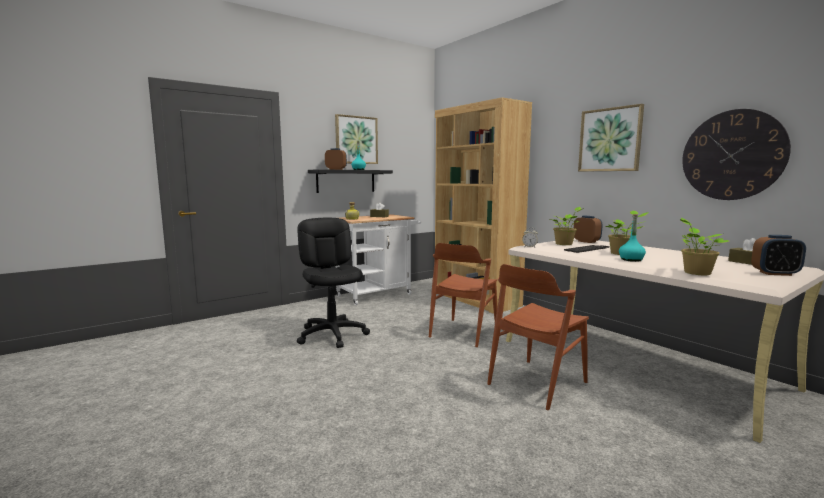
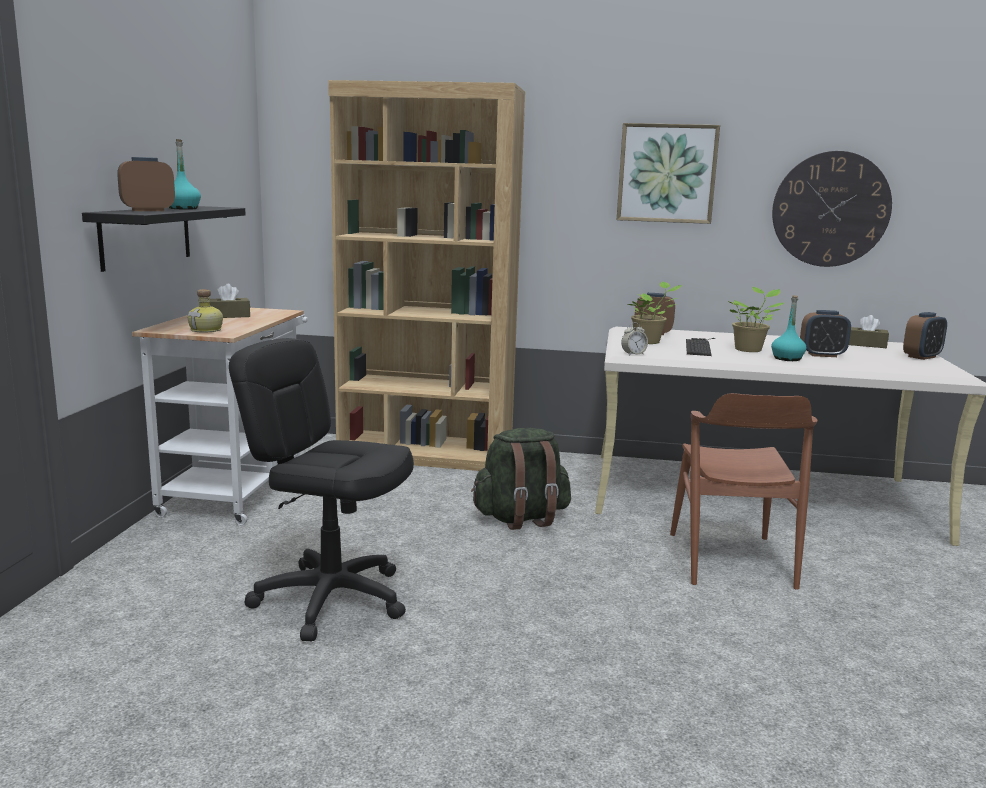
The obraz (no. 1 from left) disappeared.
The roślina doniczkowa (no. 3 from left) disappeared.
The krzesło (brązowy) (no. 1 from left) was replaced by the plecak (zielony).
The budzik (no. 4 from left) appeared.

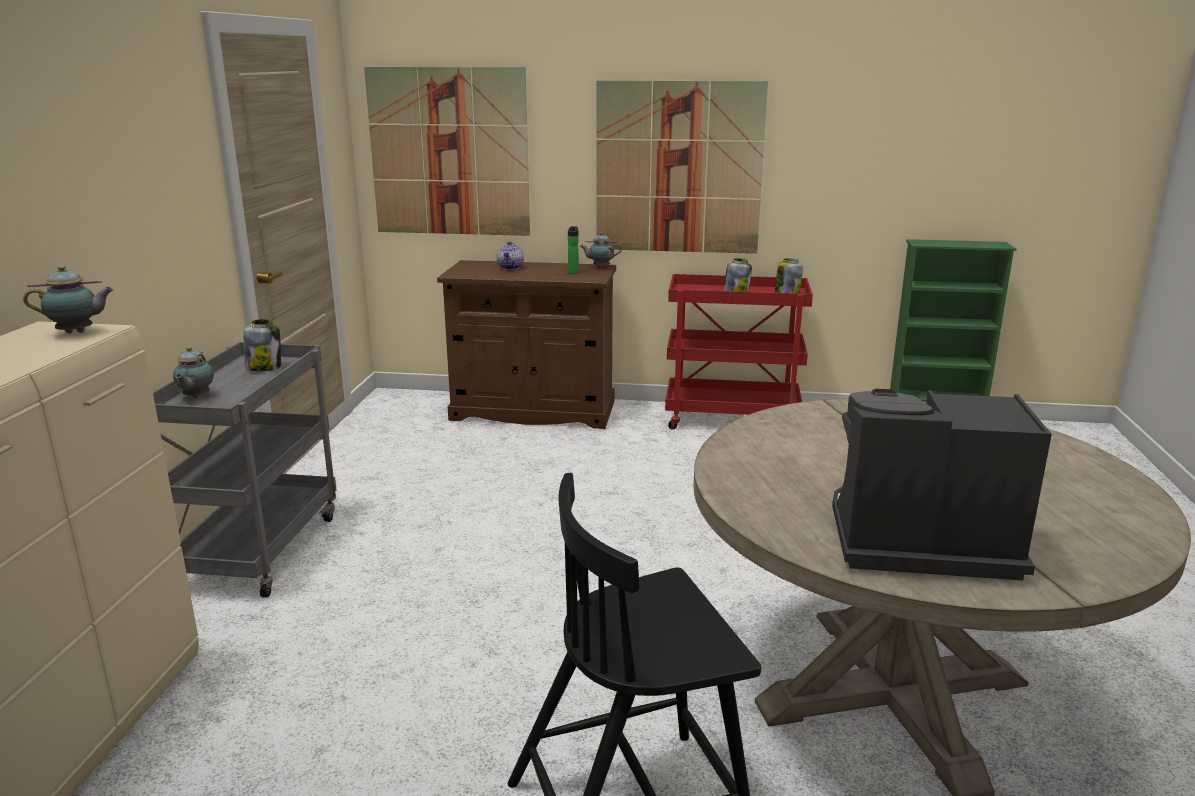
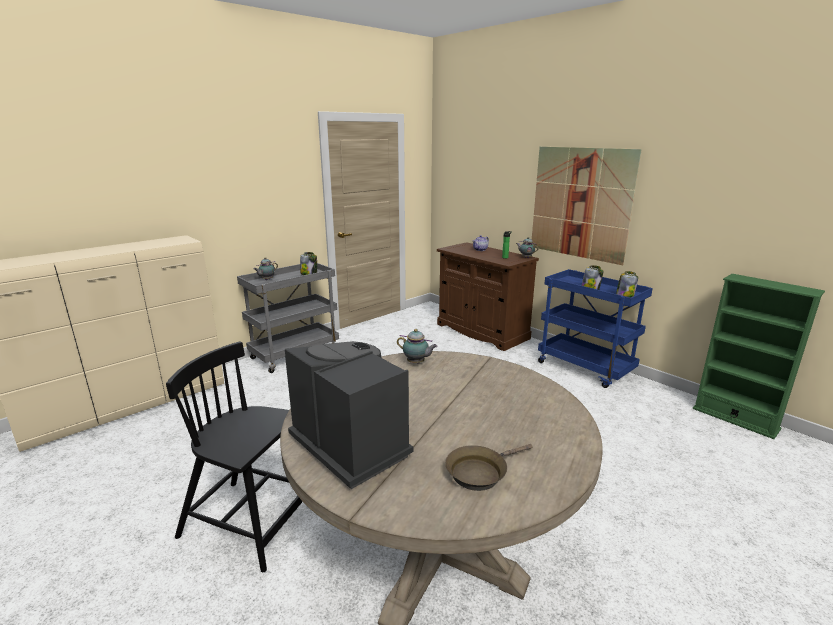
The obraz (no. 1 from left) disappeared.
The imbryk (no. 1 from left in the first image) moved.
The wózek (czerwony) became the wózek (niebieski).
The patelnia (brązowy) appeared.

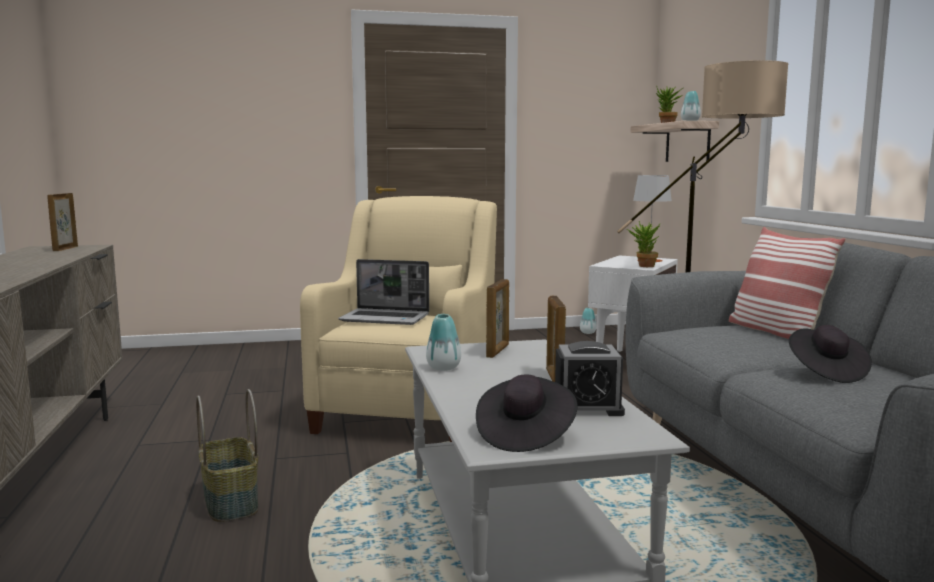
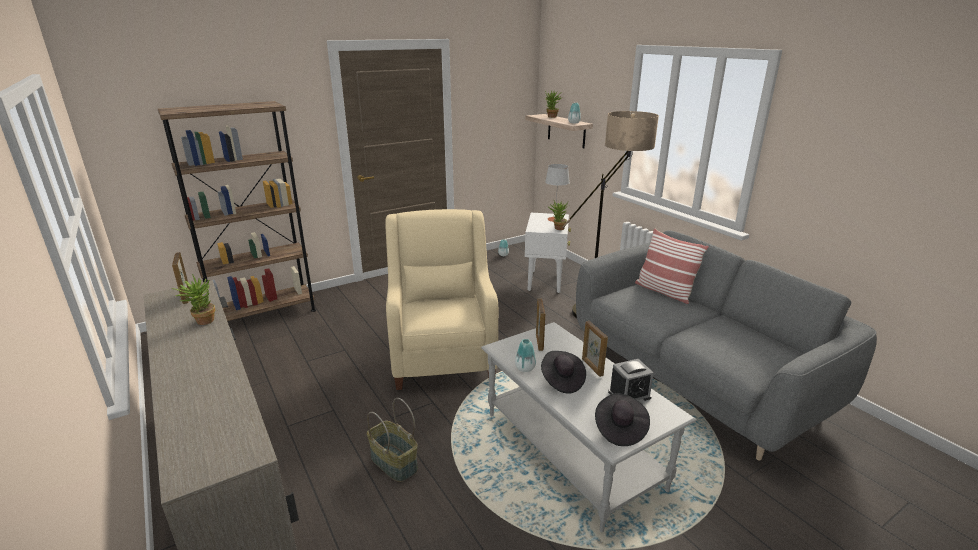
The laptop disappeared.
The kapelusz (czarny) (no. 2 from left in the first image) moved.
The regał (brązowy) appeared.
The roślina doniczkowa (no. 1 from left) appeared.

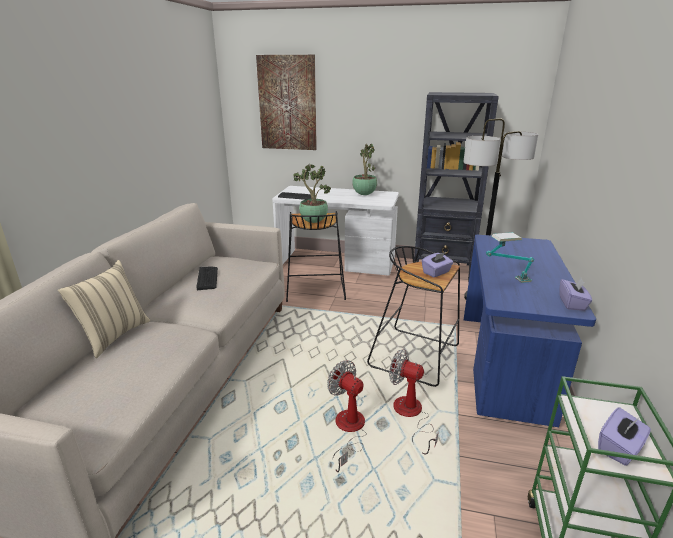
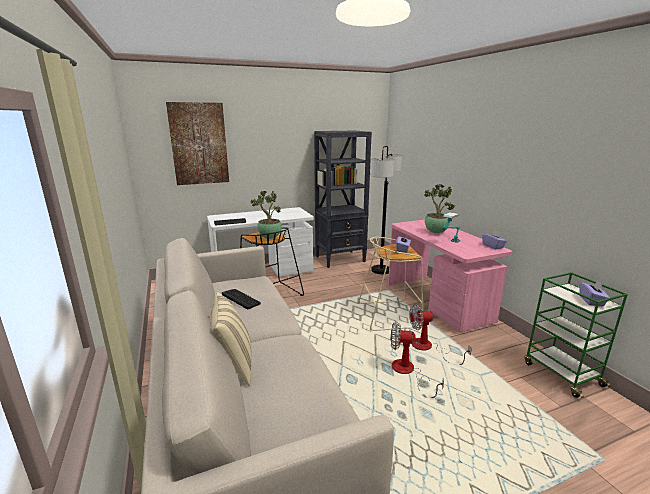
The roślina doniczkowa (no. 2 from left) moved.
The biurko (niebieski) became the biurko (różowy).
The stołek (czarny) (no. 2 from left) became the stołek (beżowy).

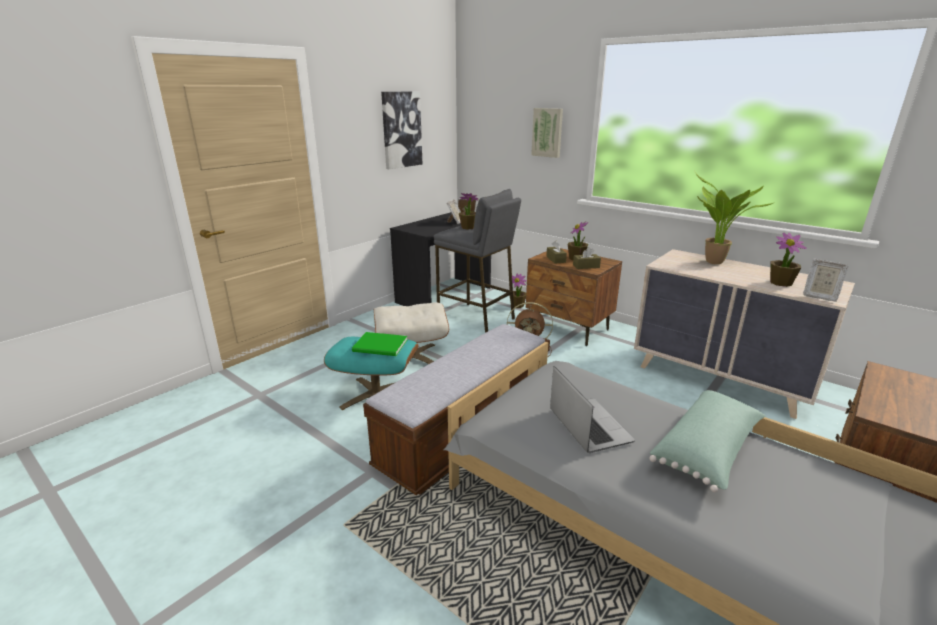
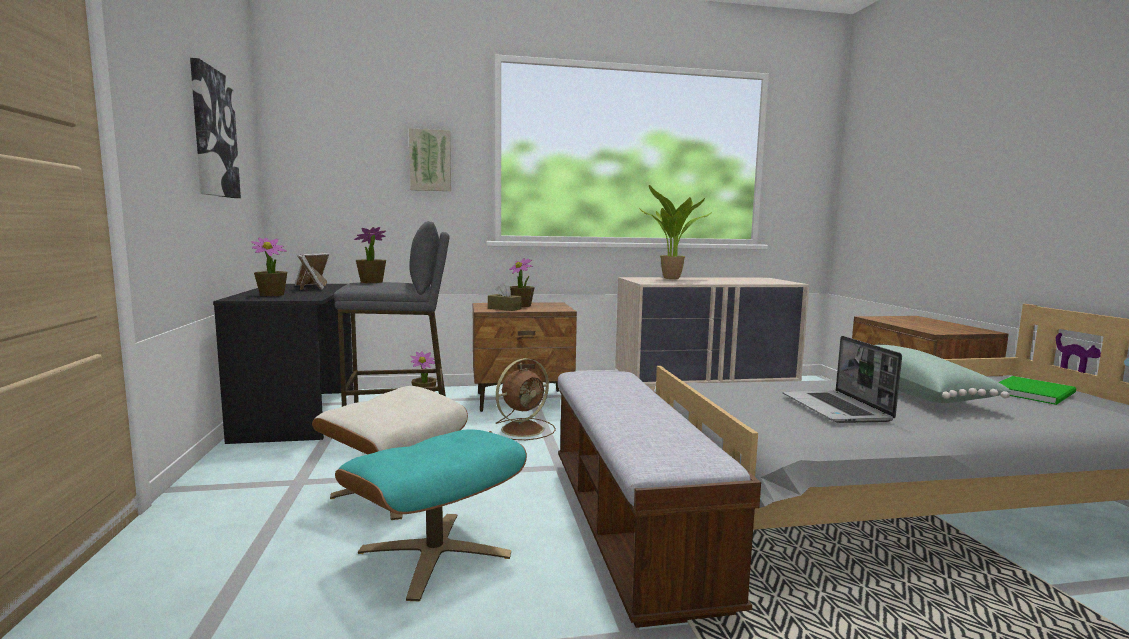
The roślina doniczkowa (no. 5 from left in the first image) moved.
The pudełko chusteczek (brązowy) (no. 2 from left) disappeared.
The ramka na zdjęcie (no. 3 from left) disappeared.
The książka (zielony) moved.
The laptop turned 120 degrees counterclockwise.

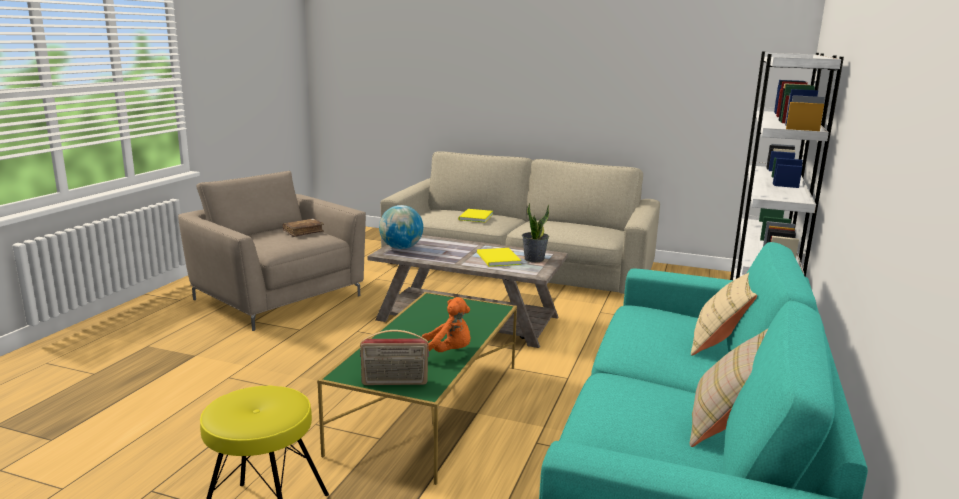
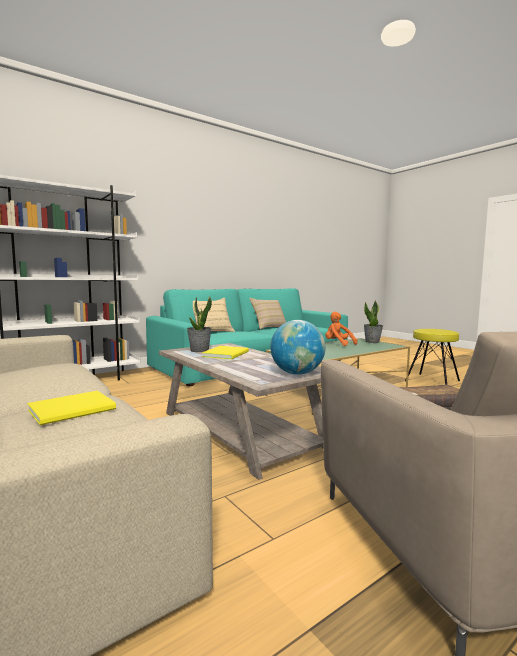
The radio was replaced by the roślina doniczkowa (no. 2 from left).

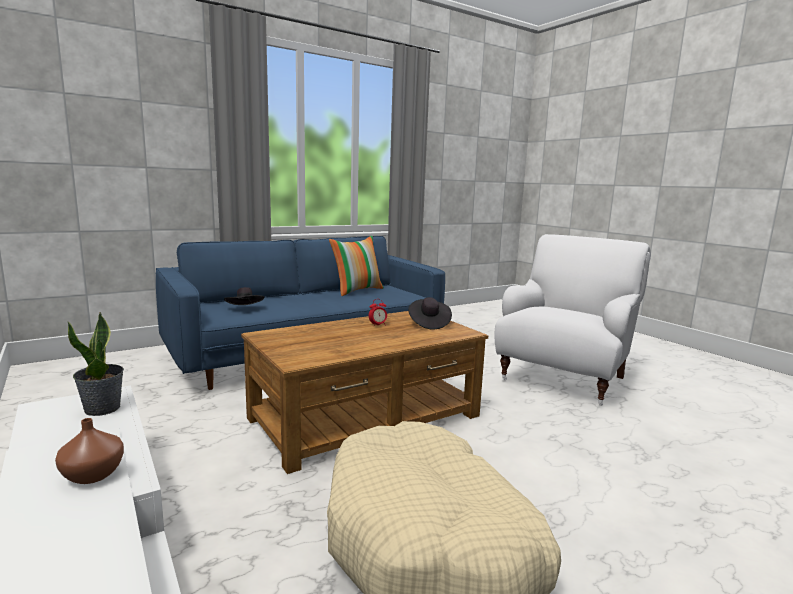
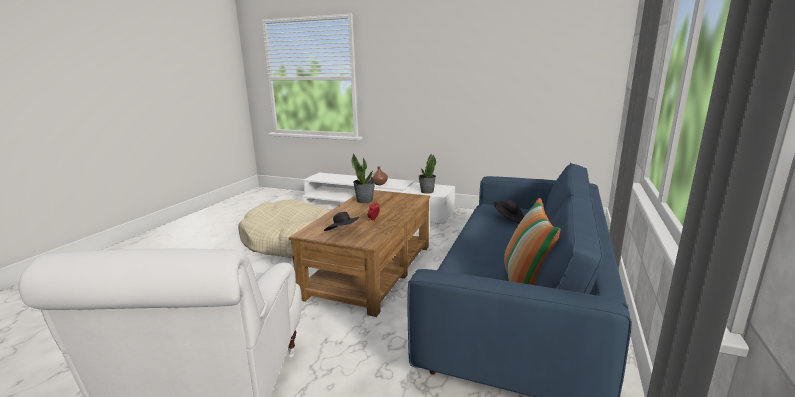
The roślina doniczkowa (no. 1 from left) appeared.

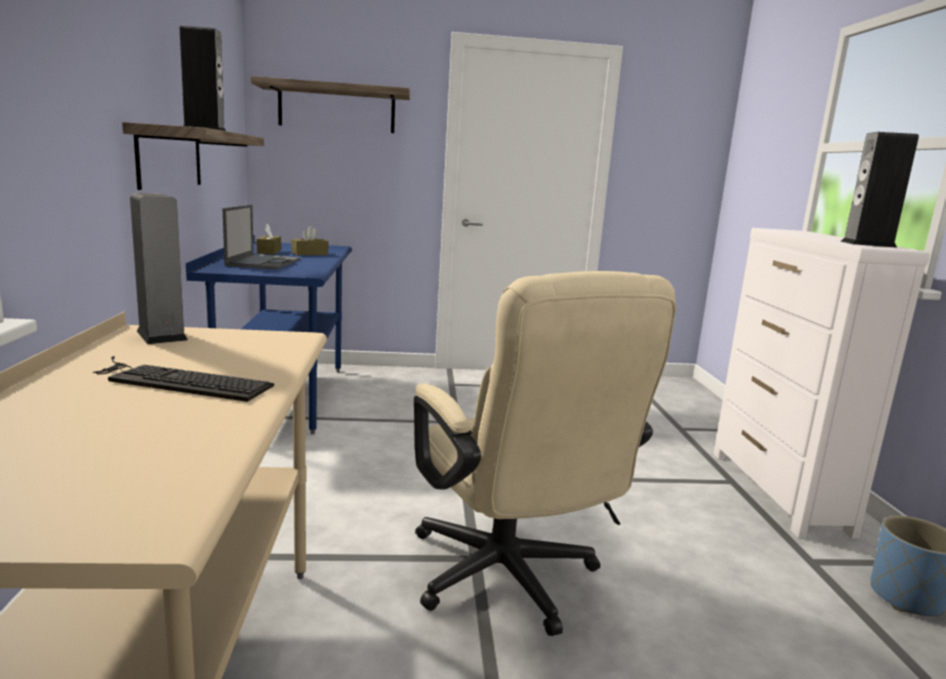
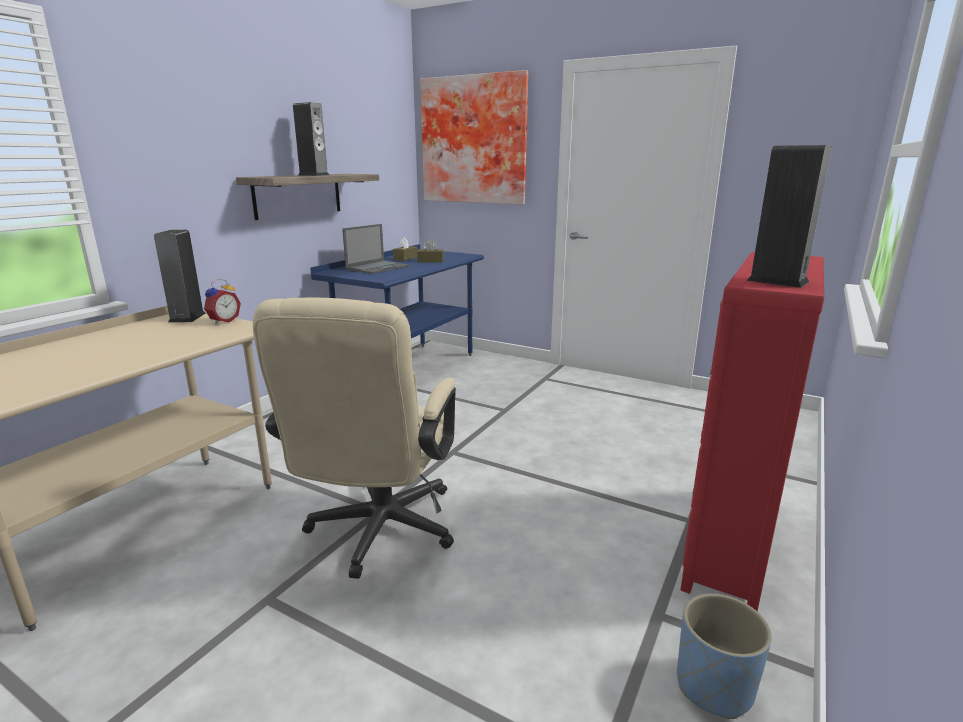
The półka (no. 2 from left) was replaced by the obraz.
The komoda (biały) became the komoda (czerwony).
The klawiatura disappeared.
The budzik appeared.

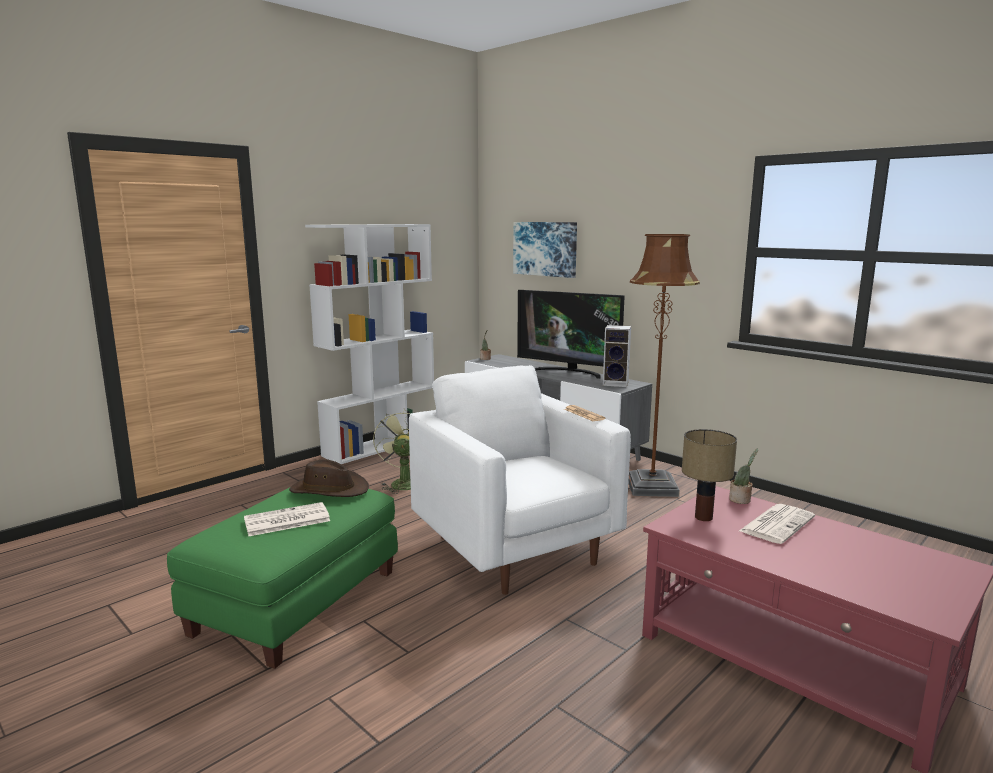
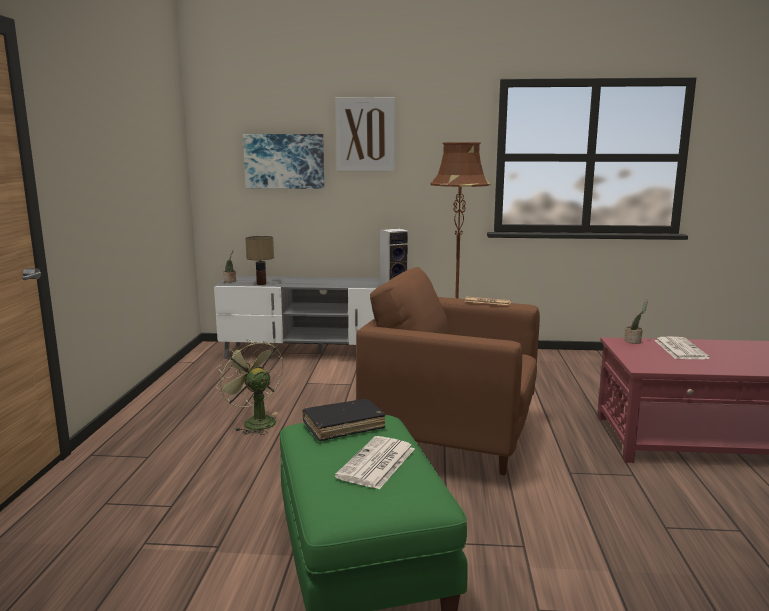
The regał (biały) disappeared.
The telewizor disappeared.
The fotel (biały) became the fotel (brązowy).
The lampa stołowa moved.
The kapelusz (brązowy) was replaced by the książka (czarny).
The obraz (no. 2 from left) appeared.

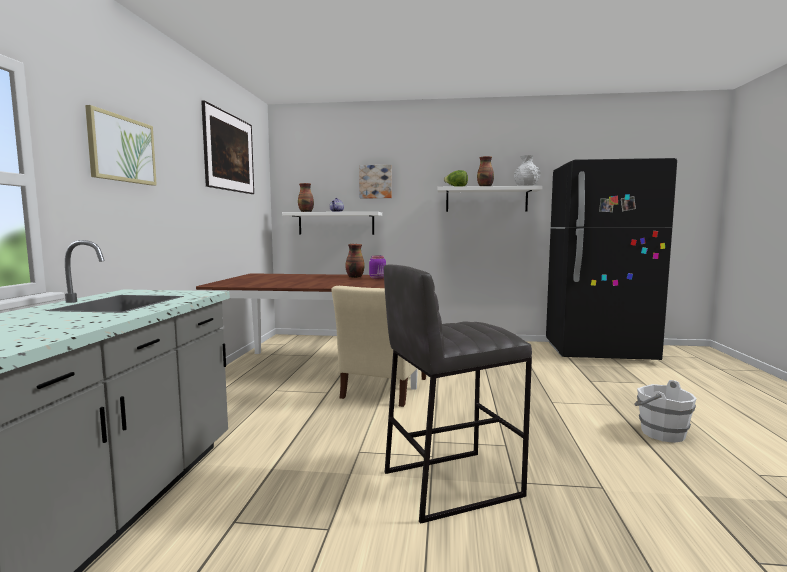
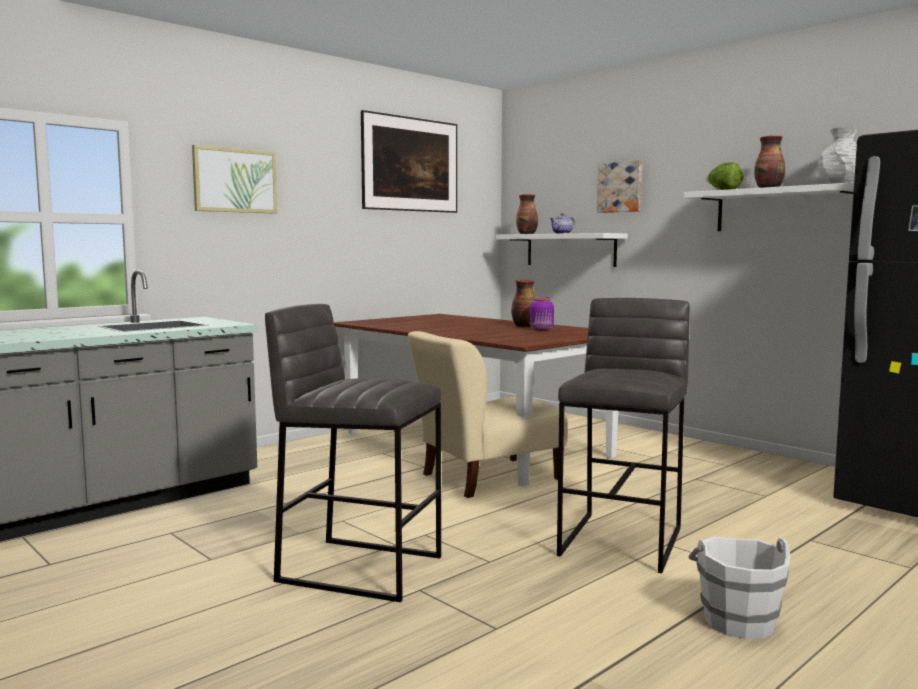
The stołek (szary) (no. 2 from left) appeared.

